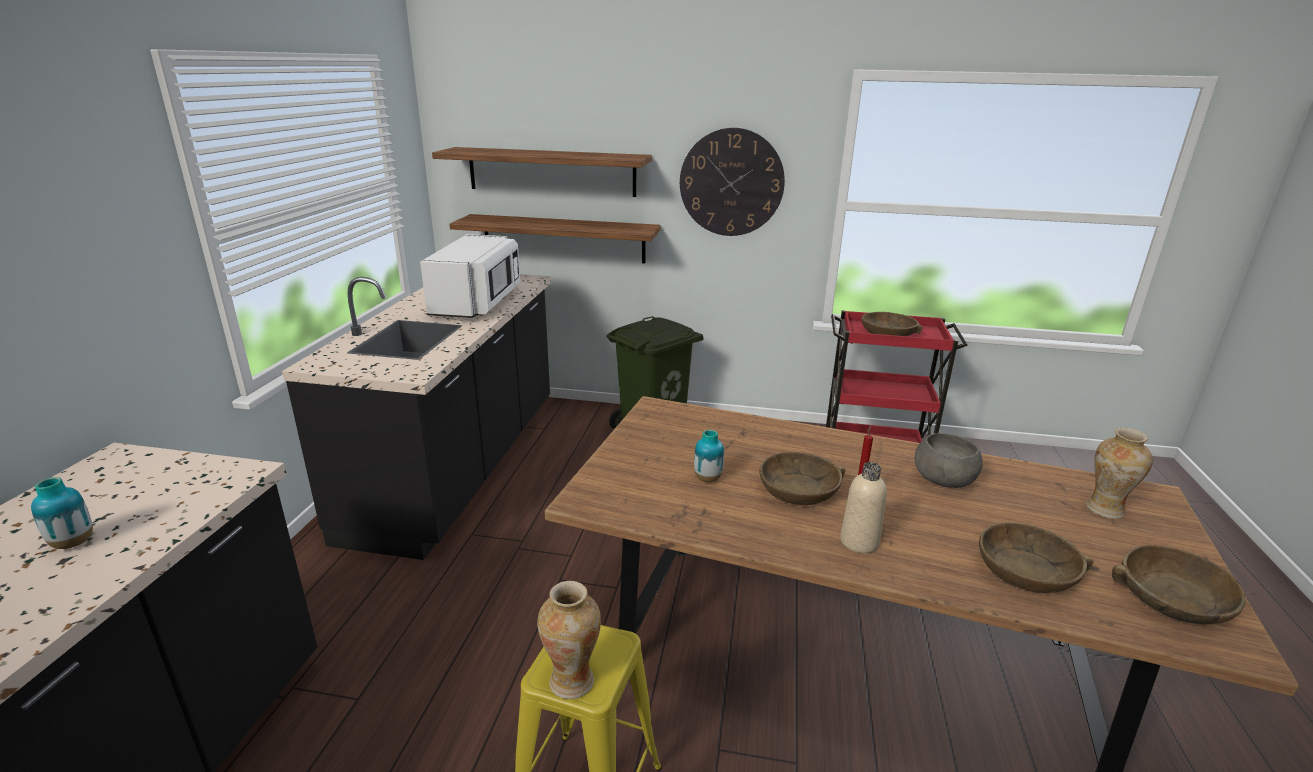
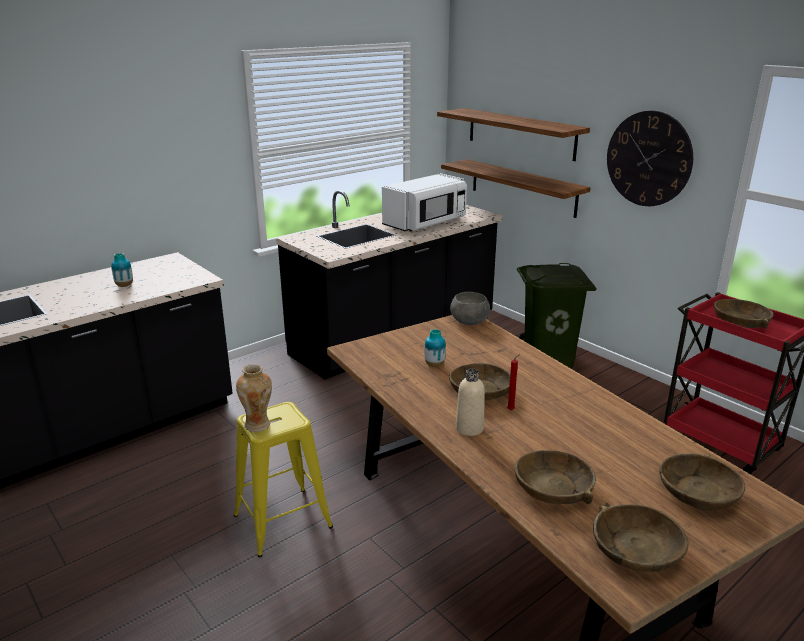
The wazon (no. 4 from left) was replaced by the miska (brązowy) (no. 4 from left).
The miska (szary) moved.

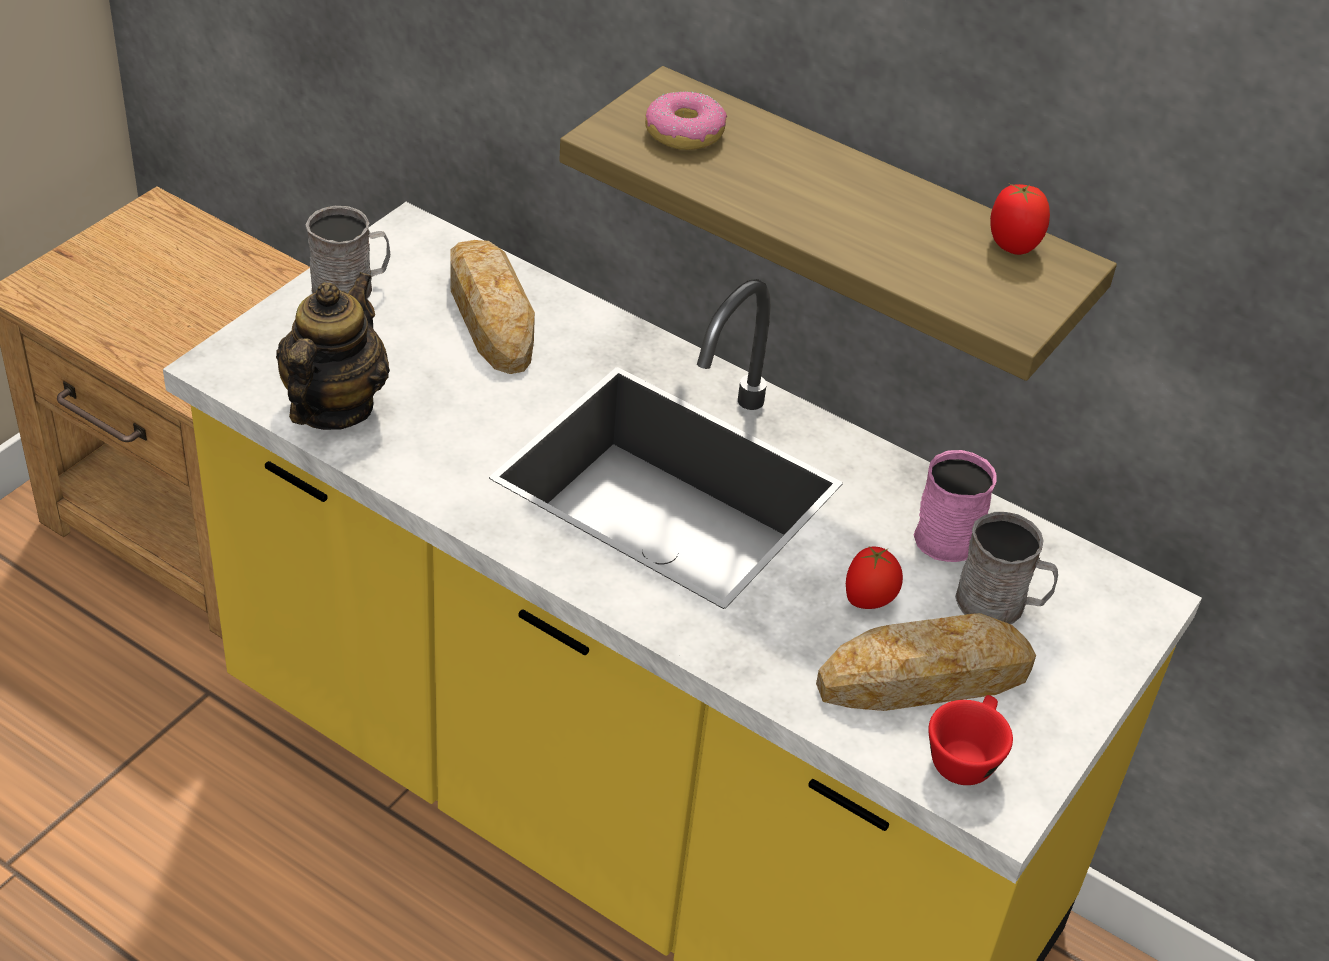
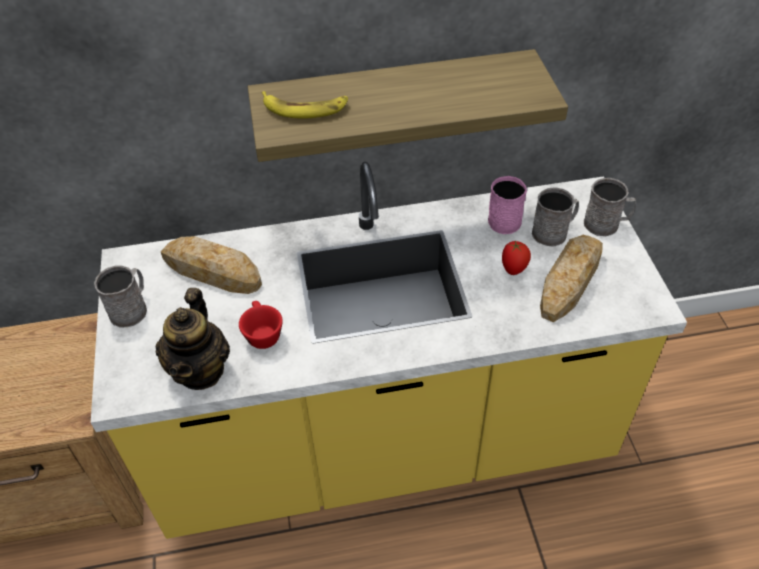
The donut was replaced by the banan.
The pomidor (no. 2 from left) disappeared.
The imbryk turned 150 degrees counterclockwise.
The filiżanka (czerwony) moved.
The kubek (szary) (no. 3 from left) appeared.

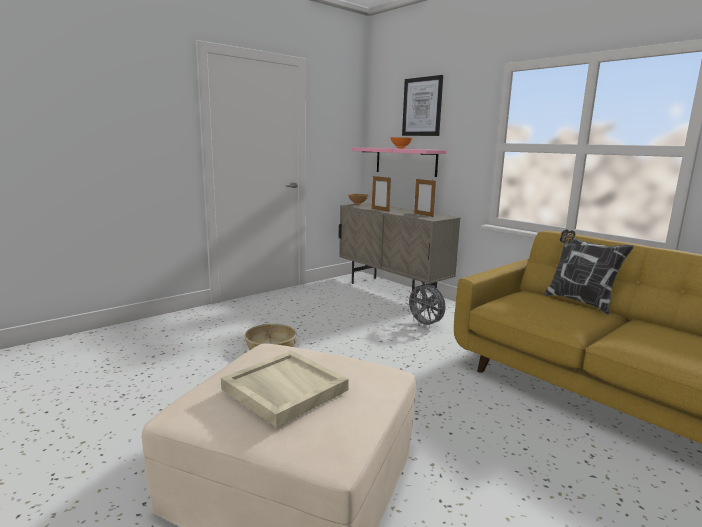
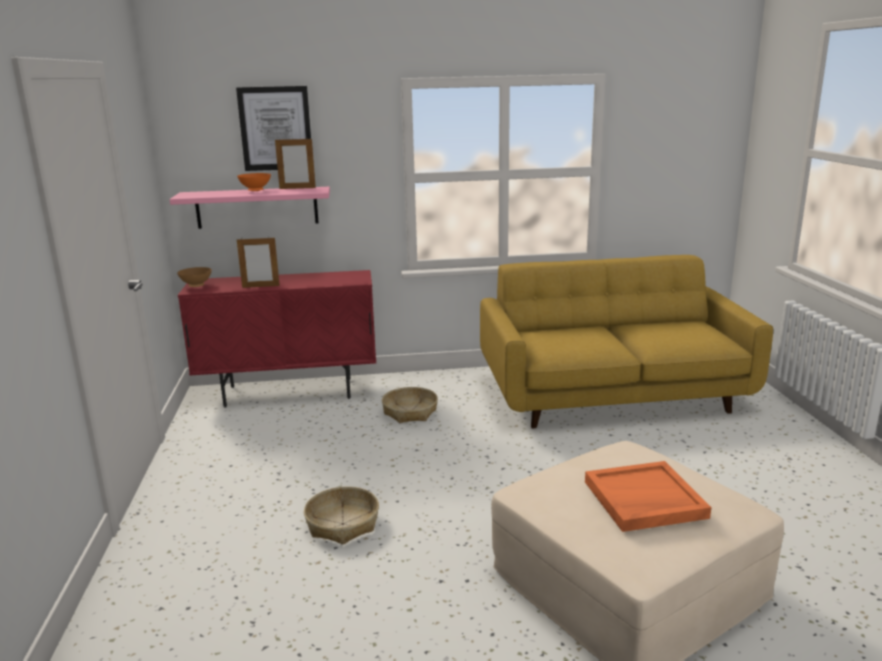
The ramka na zdjęcie (no. 2 from left) moved.
The szafka (beżowy) became the szafka (czerwony).
The poduszka disappeared.
The wentylator (szary) was replaced by the koszyk (no. 2 from left).
The taca (beżowy) became the taca (pomarańczowy).

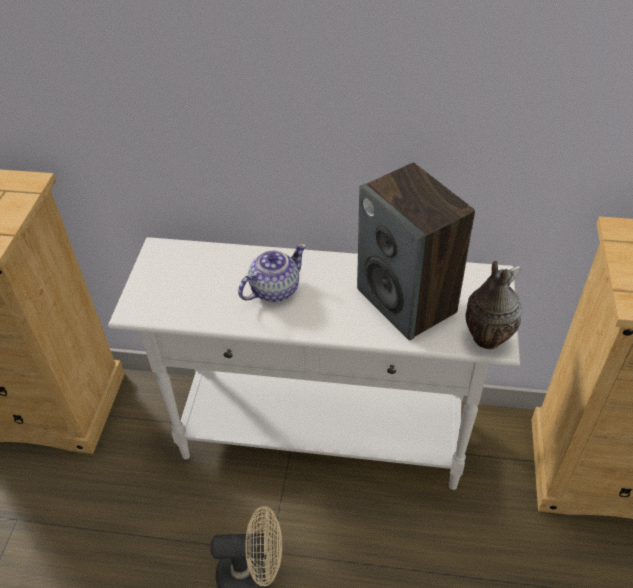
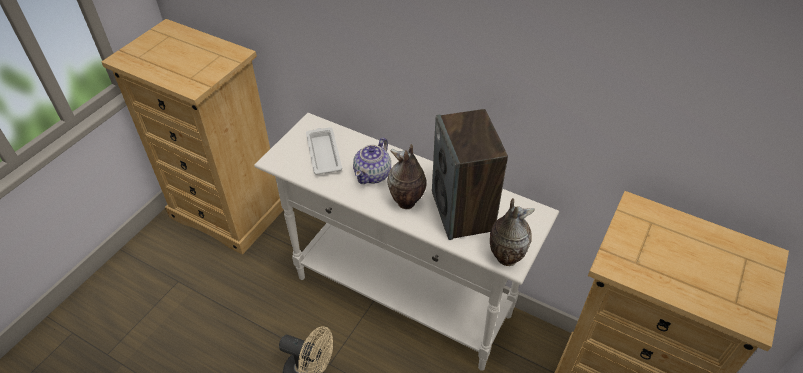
The imbryk turned 135 degrees clockwise.
The taca (biały) appeared.
The wazon (no. 1 from left) appeared.

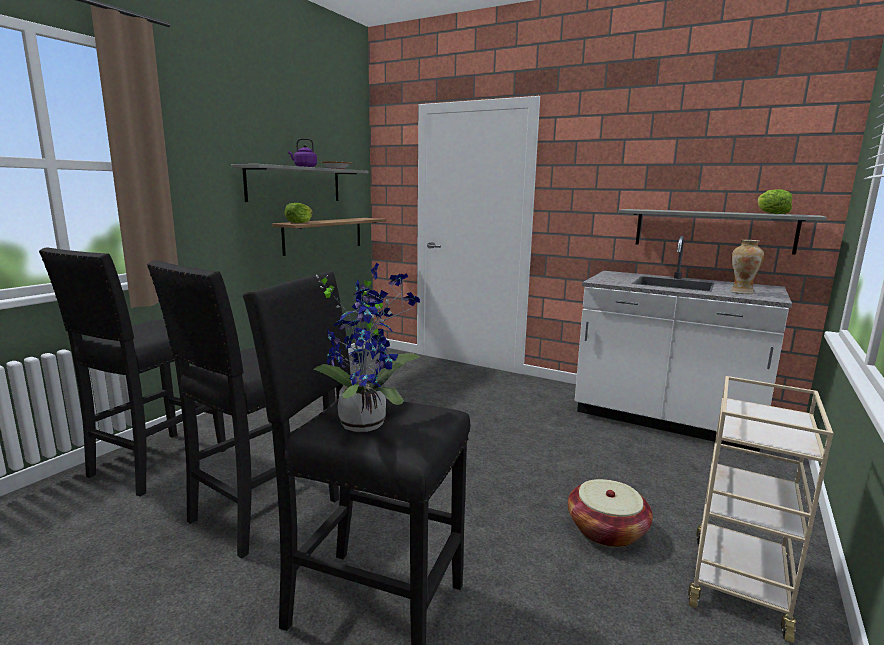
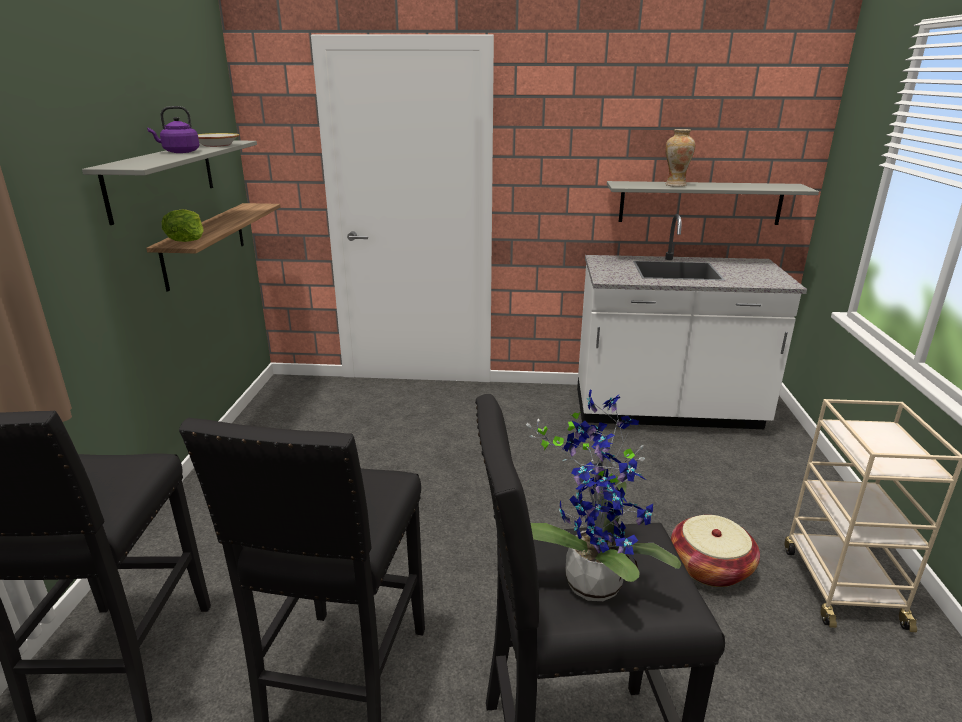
The sałata (no. 2 from left) disappeared.
The wazon moved.

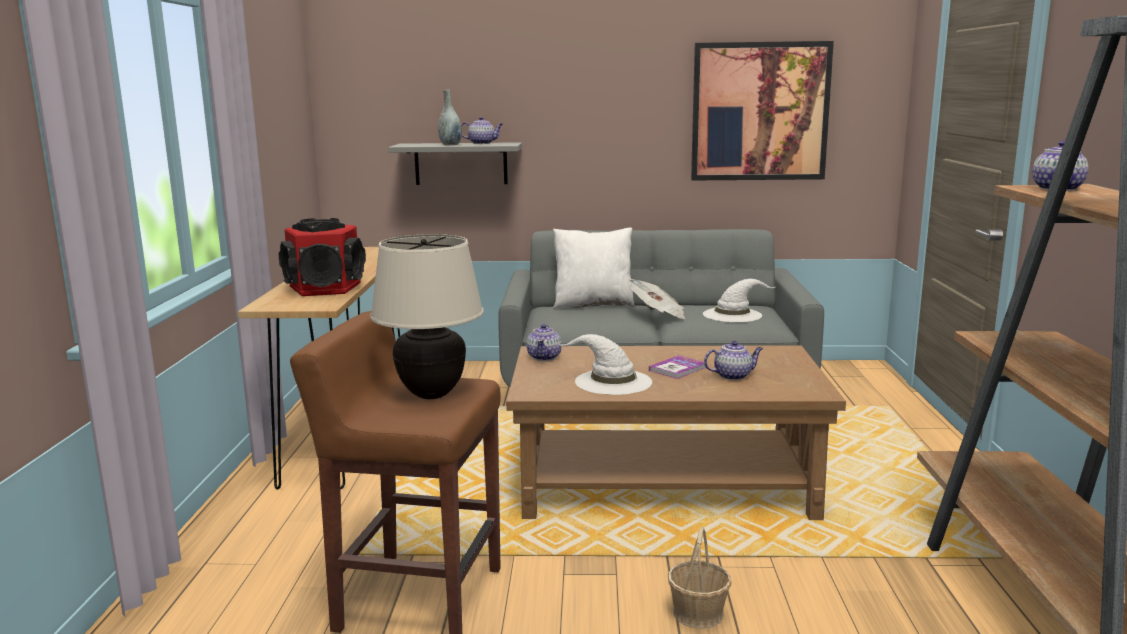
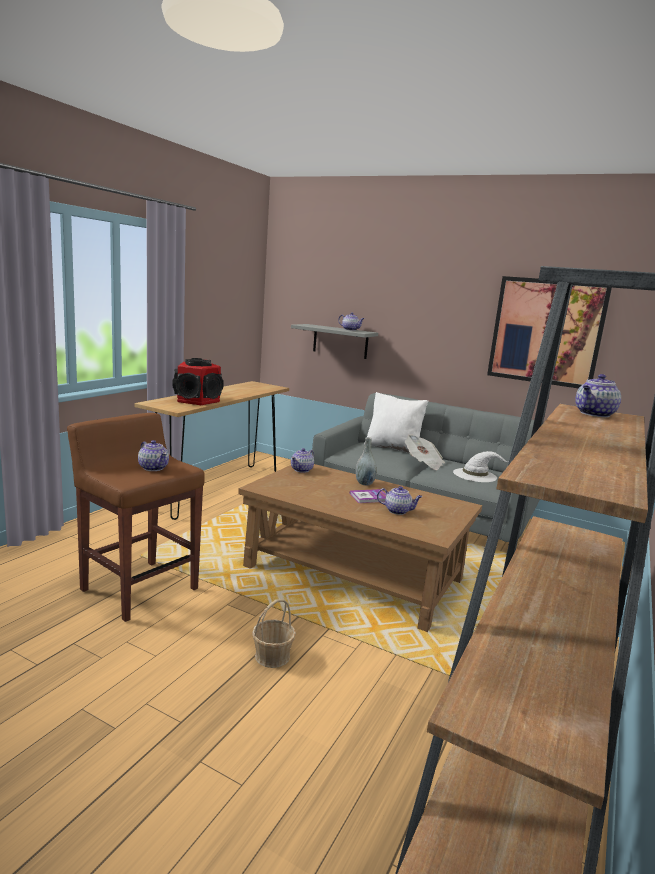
The wazon (szary) moved.
The lampa stołowa (beżowy) was replaced by the imbryk (no. 1 from left).
The kapelusz (biały) (no. 1 from left) disappeared.

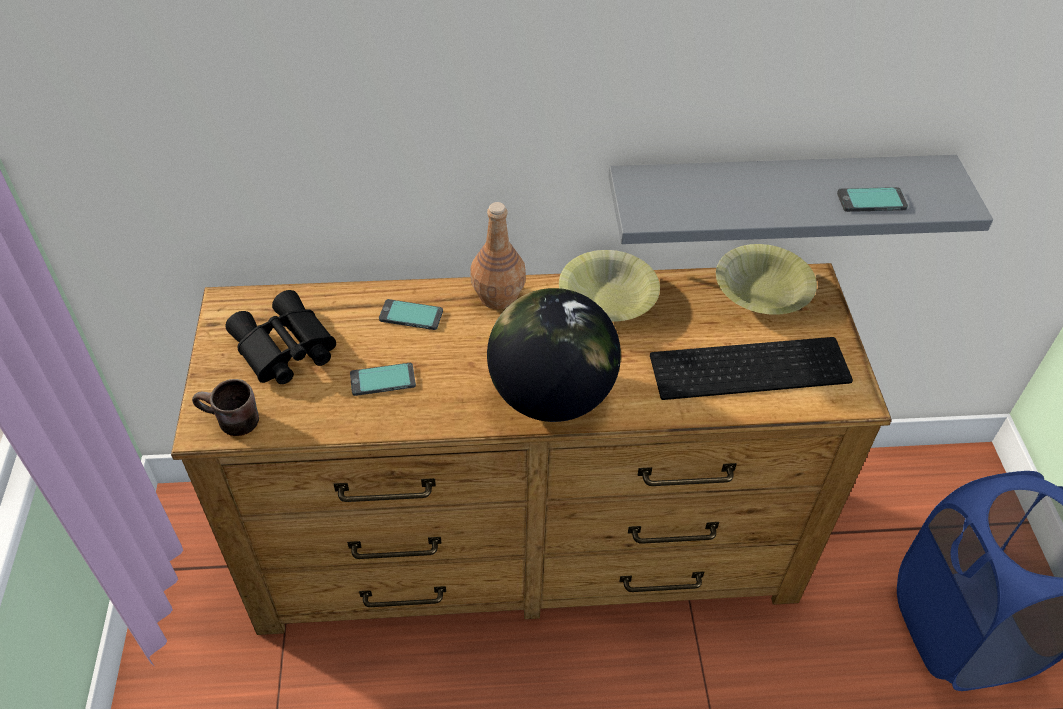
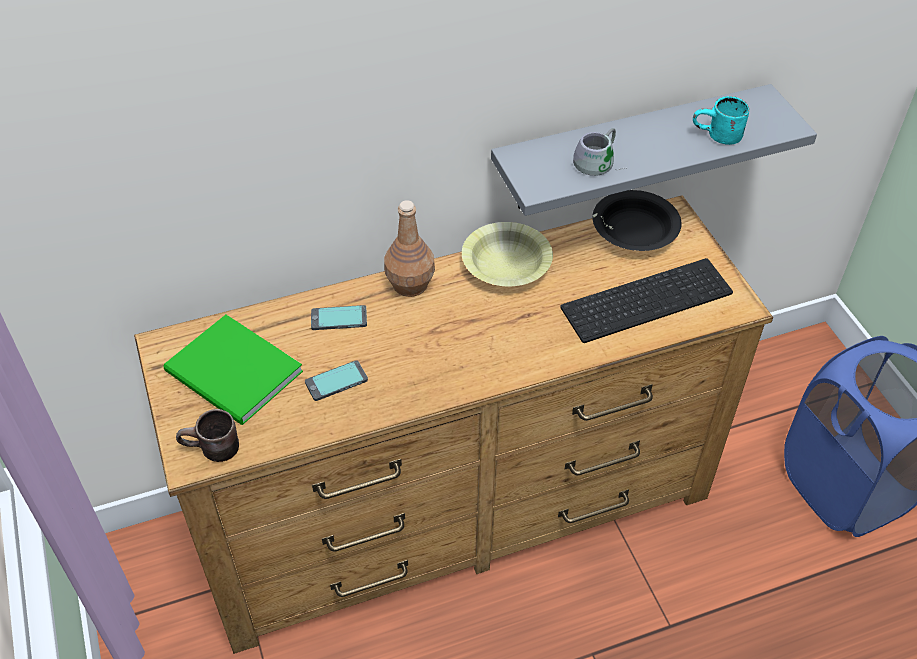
The telefon (no. 3 from left) was replaced by the kubek (turkusowy).
The miska (żółty) (no. 2 from left) became the miska (czarny).
The globus disappeared.
The lornetka (czarny) was replaced by the książka (zielony).
The kubek (szary) appeared.

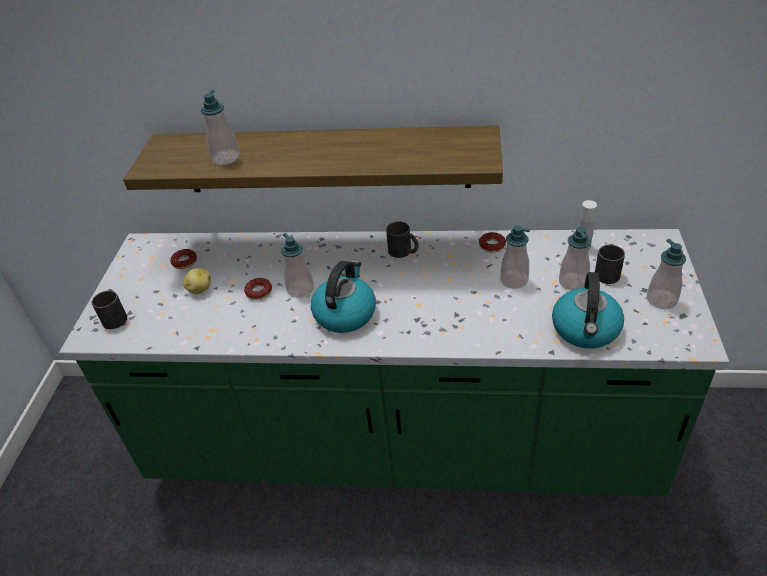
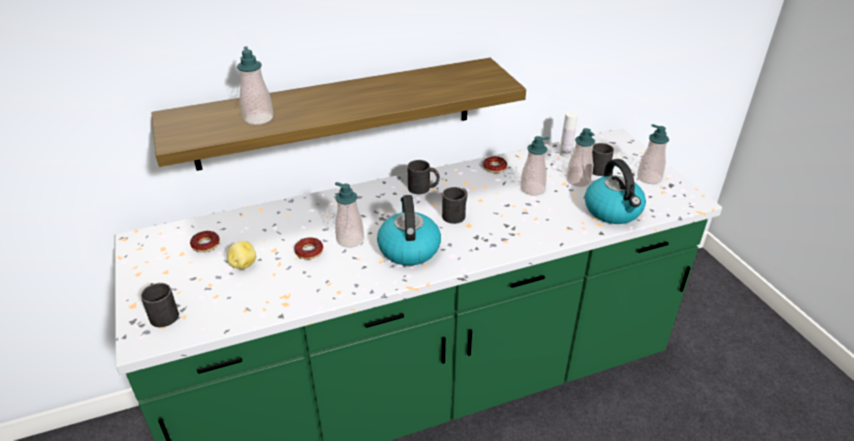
The kubek (czarny) (no. 3 from left) appeared.

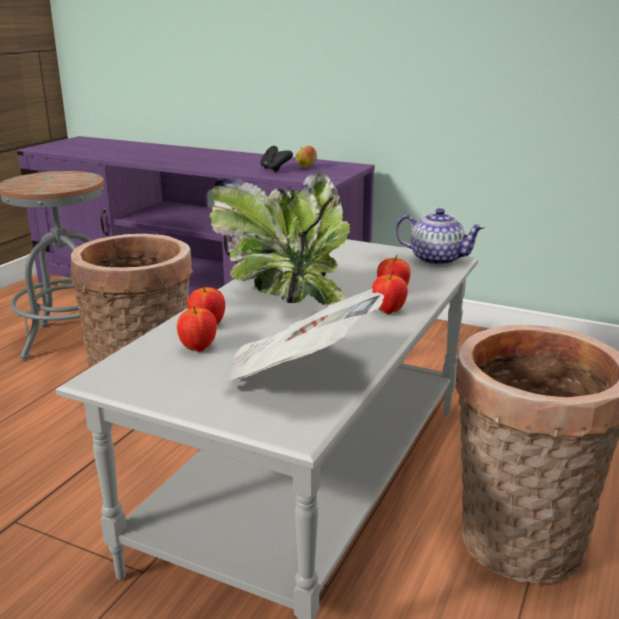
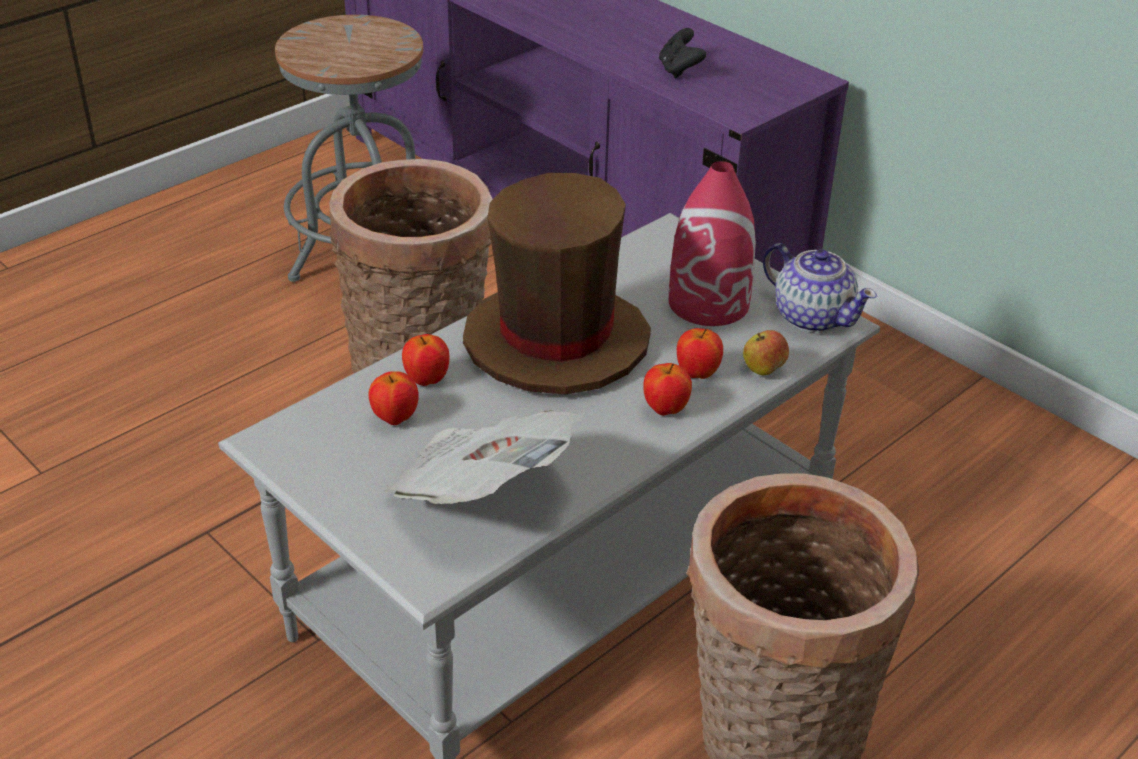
The jabłko (no. 3 from left in the first image) moved.
The roślina doniczkowa was replaced by the kapelusz (brązowy).
The wazon (czerwony) appeared.

